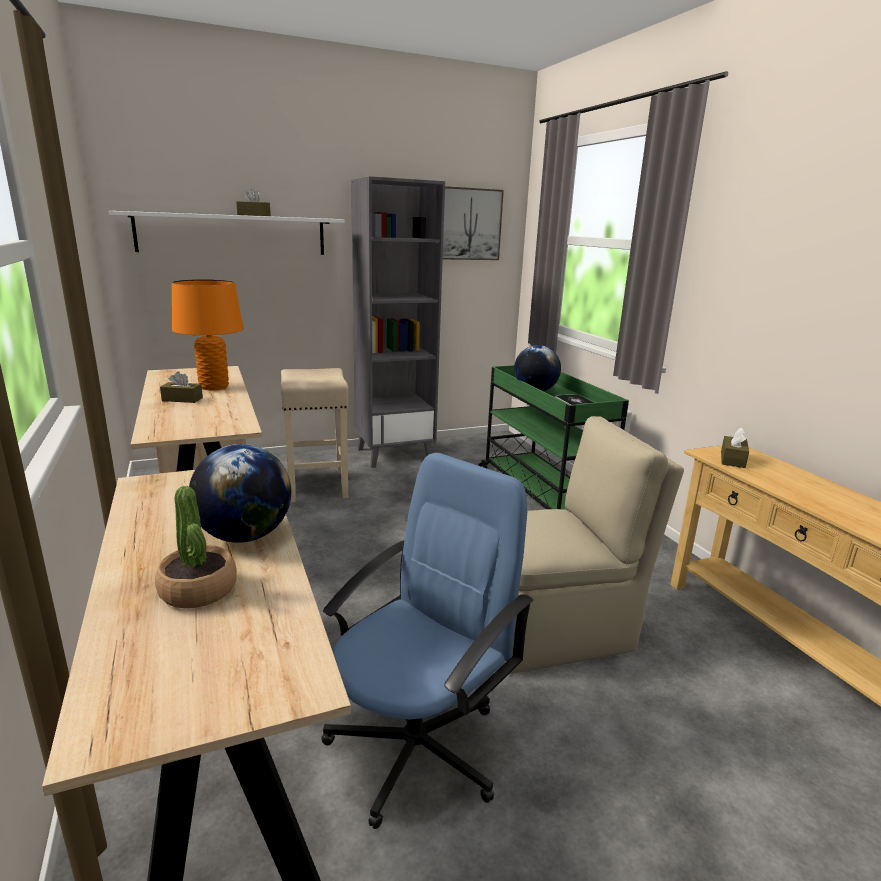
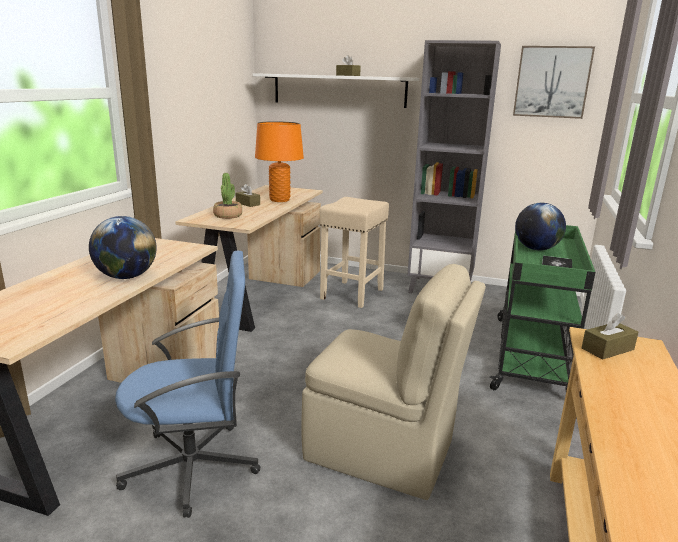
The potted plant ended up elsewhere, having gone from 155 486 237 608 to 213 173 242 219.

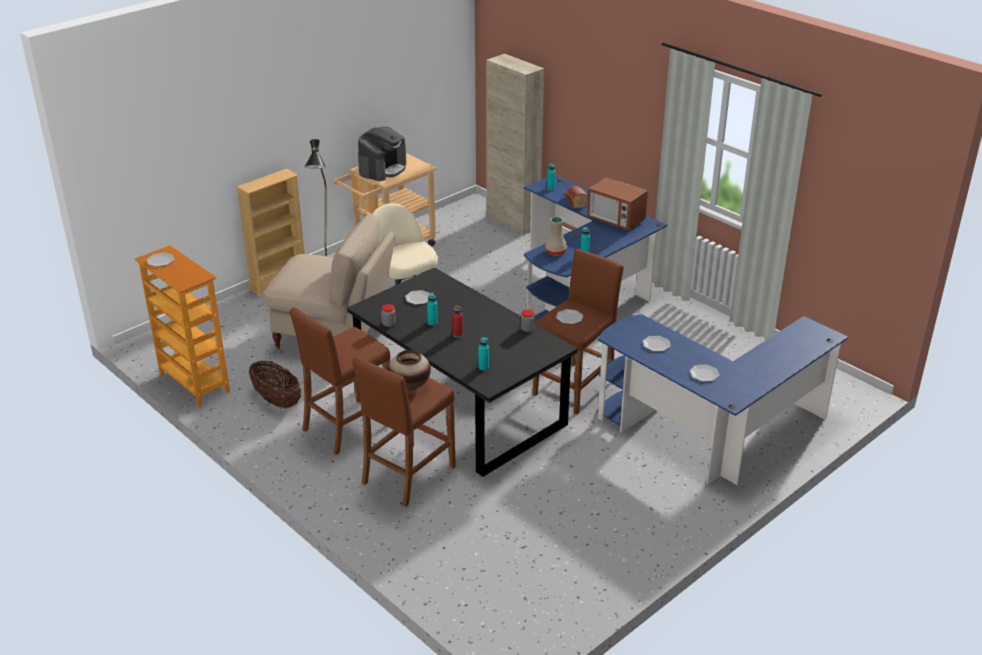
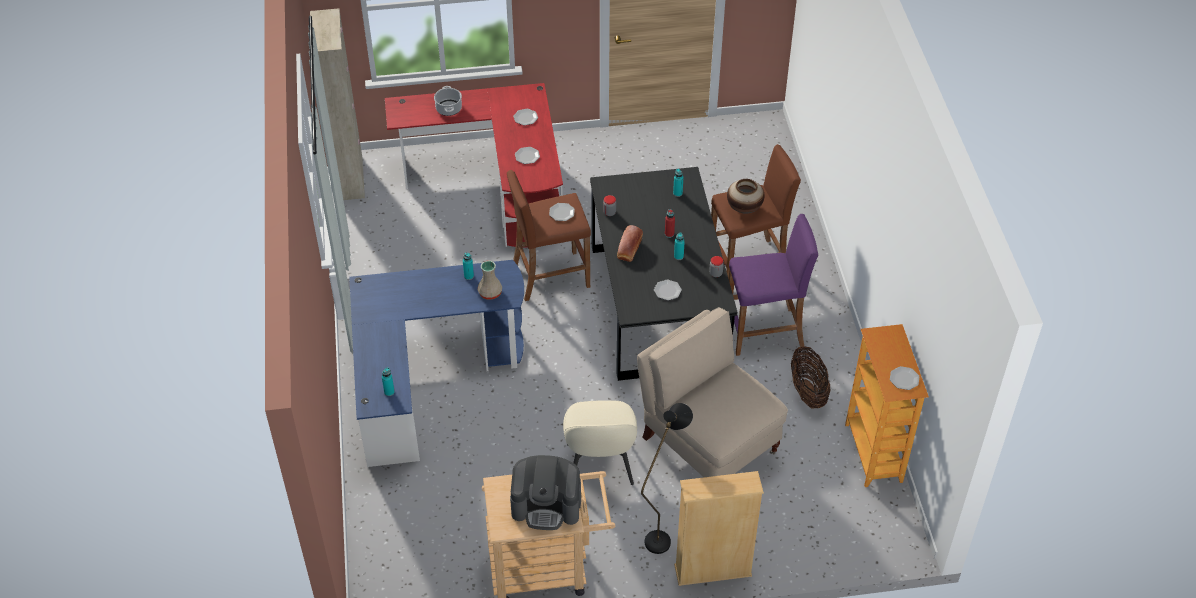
The second view lost the microwave at 587 177 648 231. The second view gained the cooking pot at 434 86 462 116. The cabinet/beige ended up elsewhere, having gone from 486 54 544 235 to 310 8 365 200. The bread ended up elsewhere, having gone from 565 186 588 209 to 617 225 643 262. What was the stool/brown at 290 307 391 455 turned into the stool/purple at 729 214 818 356. What was the desk/blue at 597 314 848 485 turned into the desk/red at 385 83 563 247. The coffee machine at 358 127 407 181 ended up facing another way, 150 degrees counterclockwise from before.

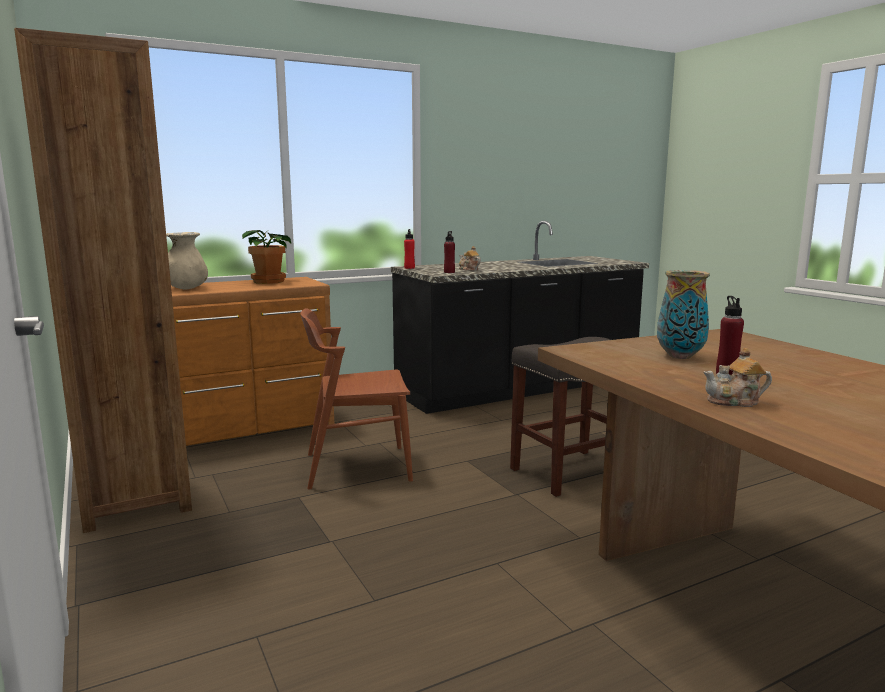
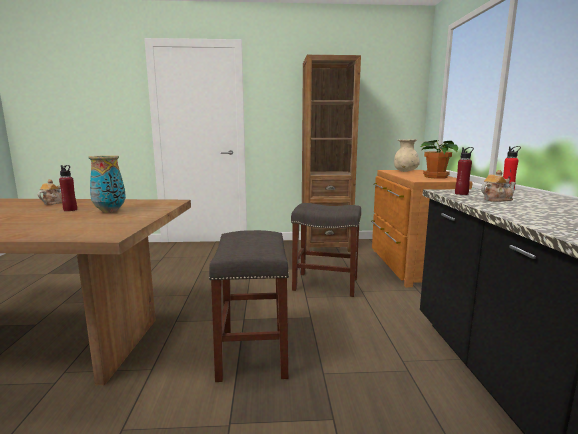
Where the chair/brown stood at 300 308 413 490, the stool/grey came to stand at 291 203 361 297.

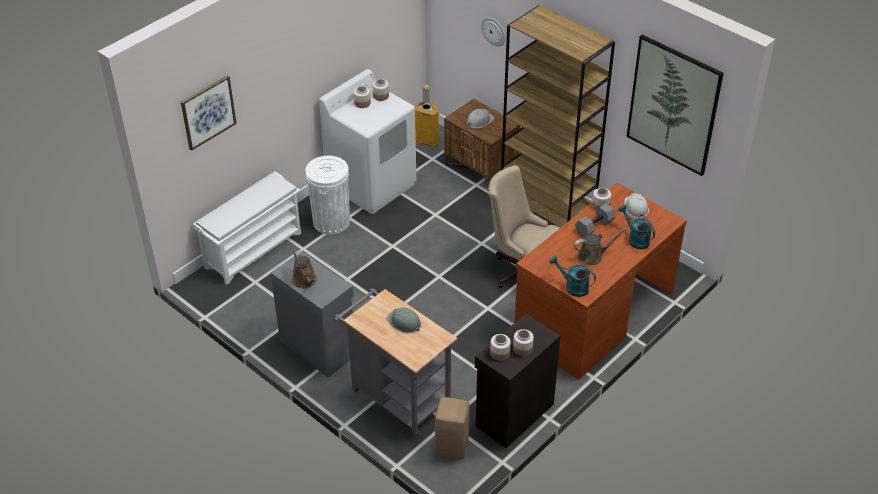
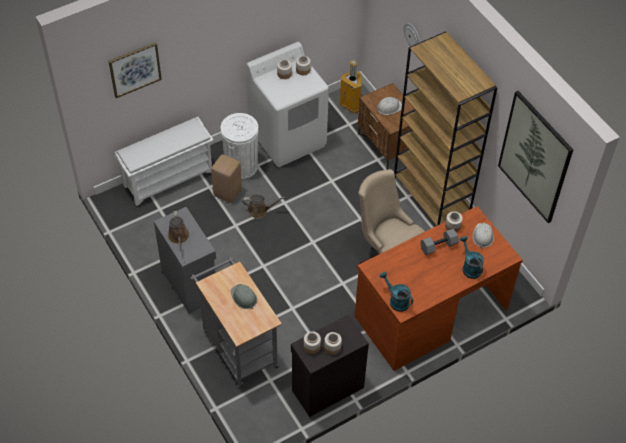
The stool/beige ended up elsewhere, having gone from 435 397 469 459 to 211 154 242 203. The watering can/brown ended up elsewhere, having gone from 574 228 627 266 to 242 194 285 219.

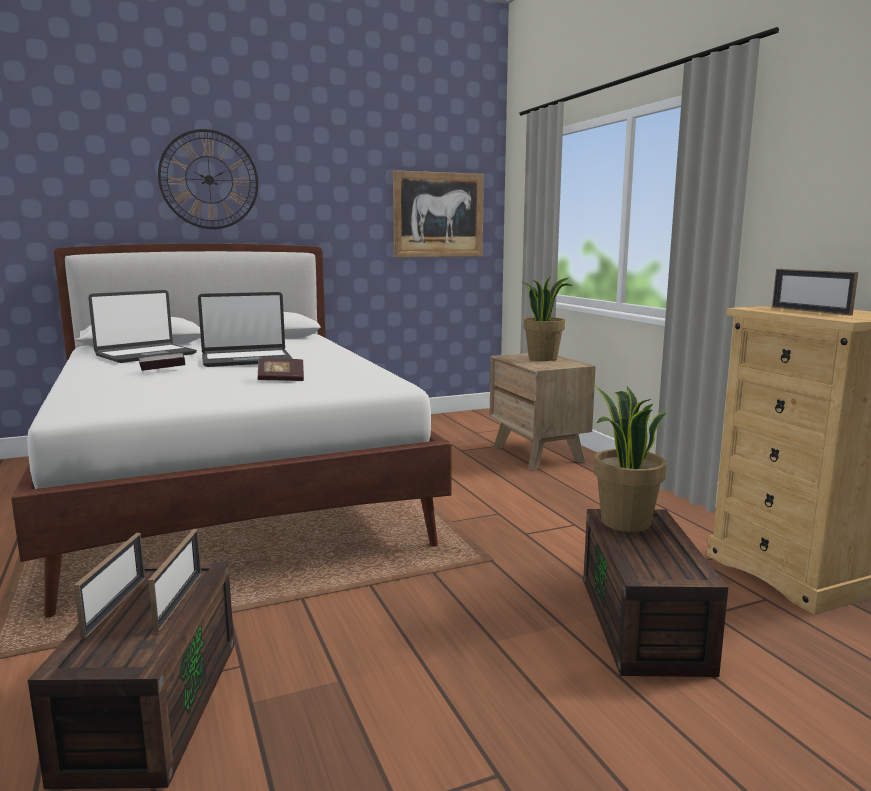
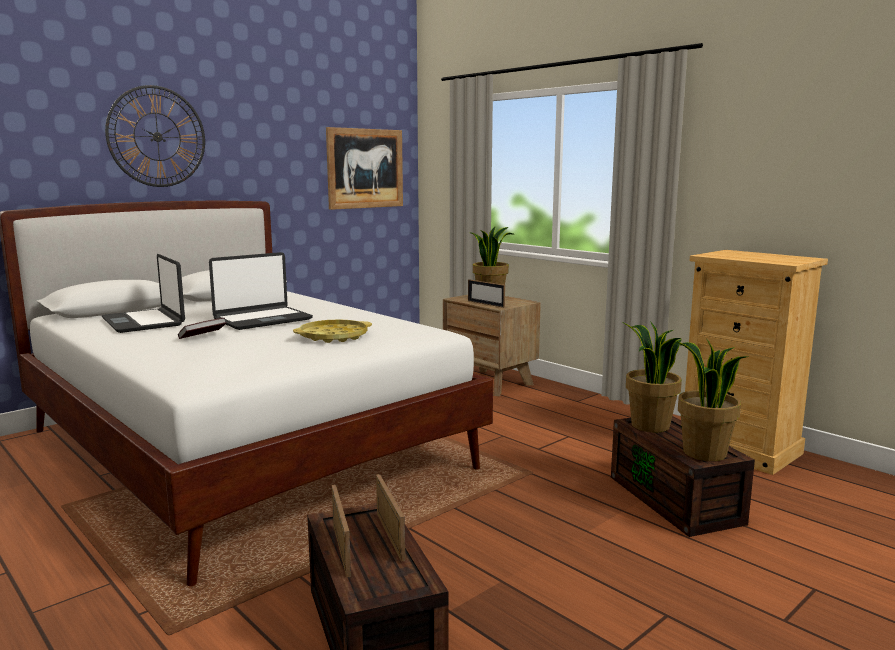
The second view gained the potted plant at 676 338 748 461. The picture frame ended up elsewhere, having gone from 772 269 858 316 to 468 279 505 308. Where the book stood at 258 358 304 381, the tray/yellow came to stand at 293 319 372 343. The laptop at 88 290 197 363 ended up facing another way, 120 degrees clockwise from before.

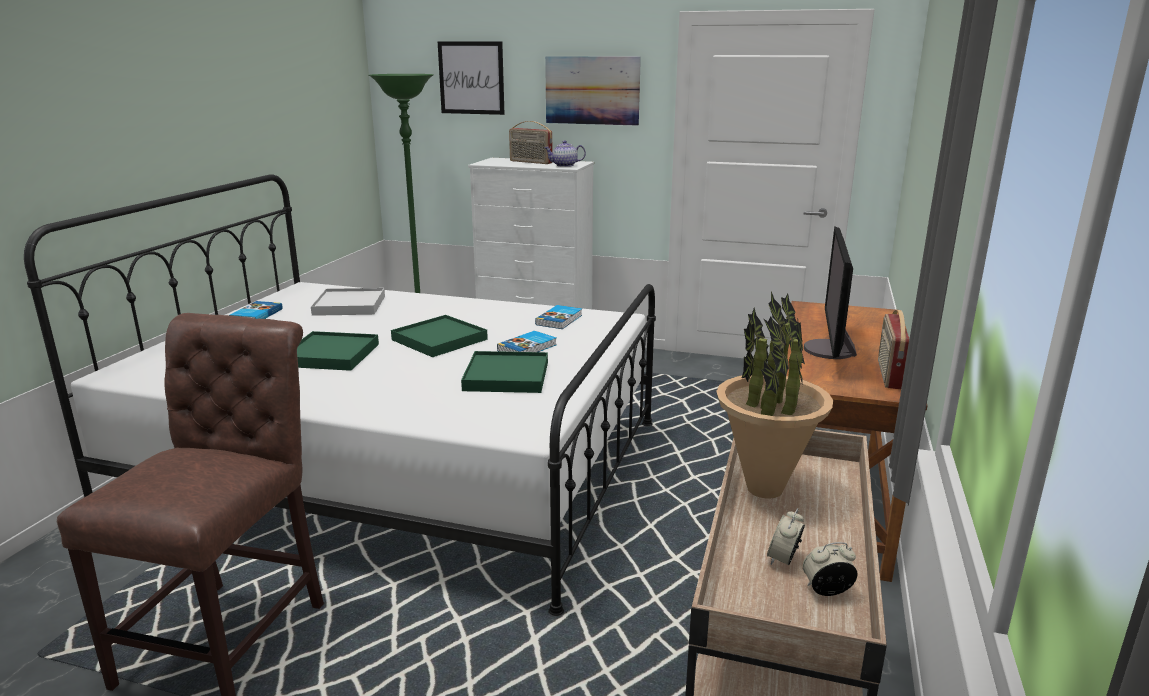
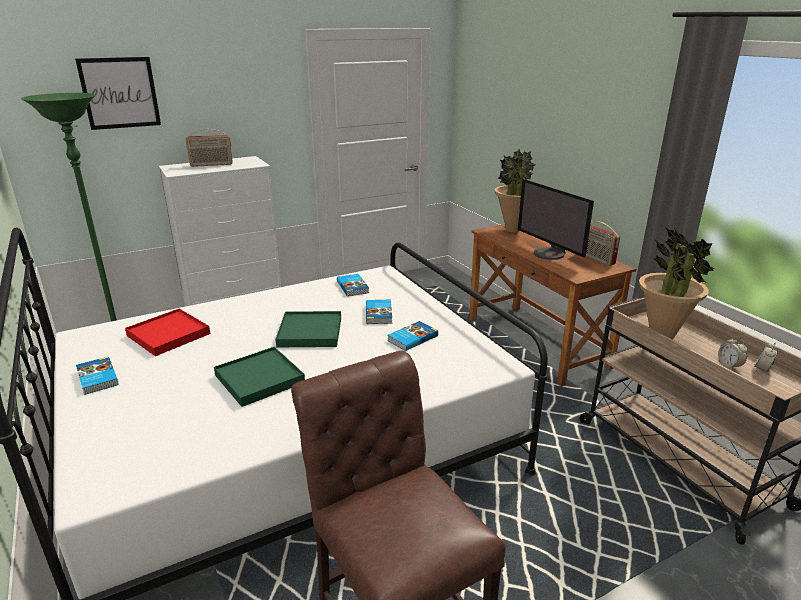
The second view lost the teapot at 544 140 586 167. The second view lost the picture at 545 56 641 126. The second view gained the potted plant at 494 148 535 232. Where the tray/green stood at 461 351 548 393, the book came to stand at 387 321 438 351. What was the tray/white at 311 288 385 316 turned into the tray/red at 125 309 210 356.

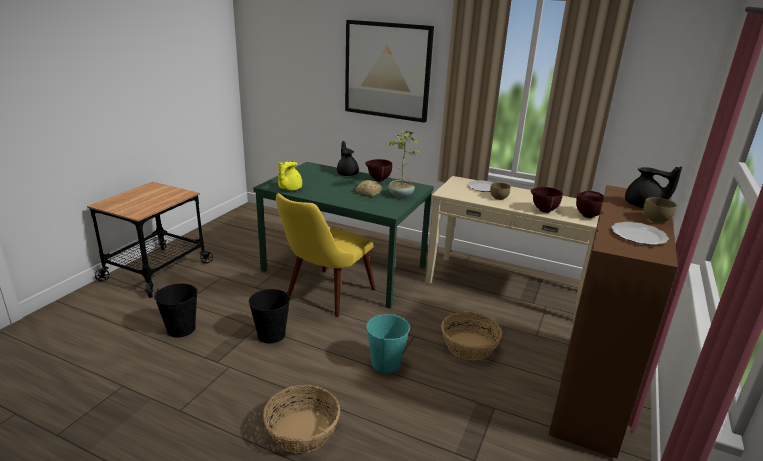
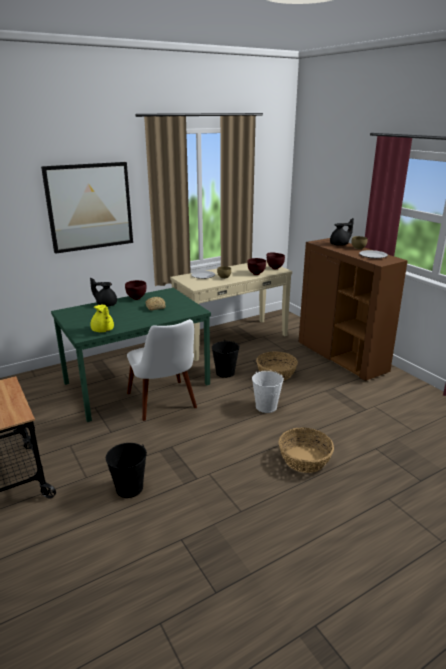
The second view lost the potted plant at 385 131 419 198. The bucket/black ended up elsewhere, having gone from 249 289 290 343 to 212 341 240 378. What was the chair/yellow at 276 193 376 317 turned into the chair/white at 127 319 197 421. What was the bucket/turquoise at 366 313 410 373 turned into the bucket/white at 252 370 284 413.

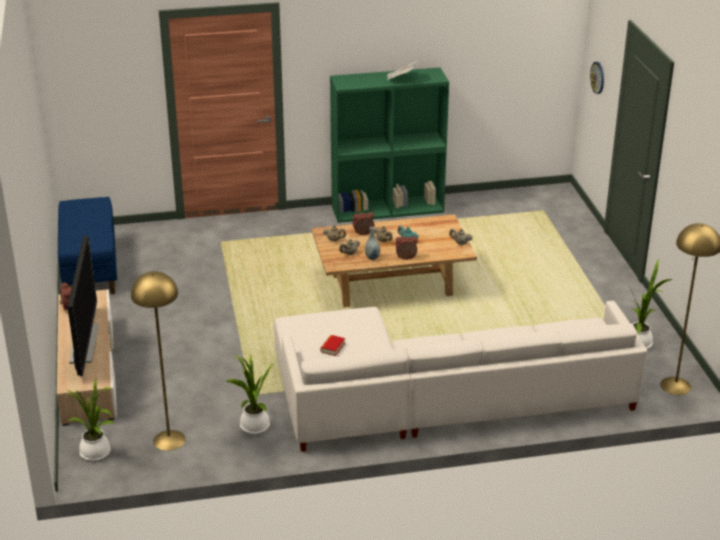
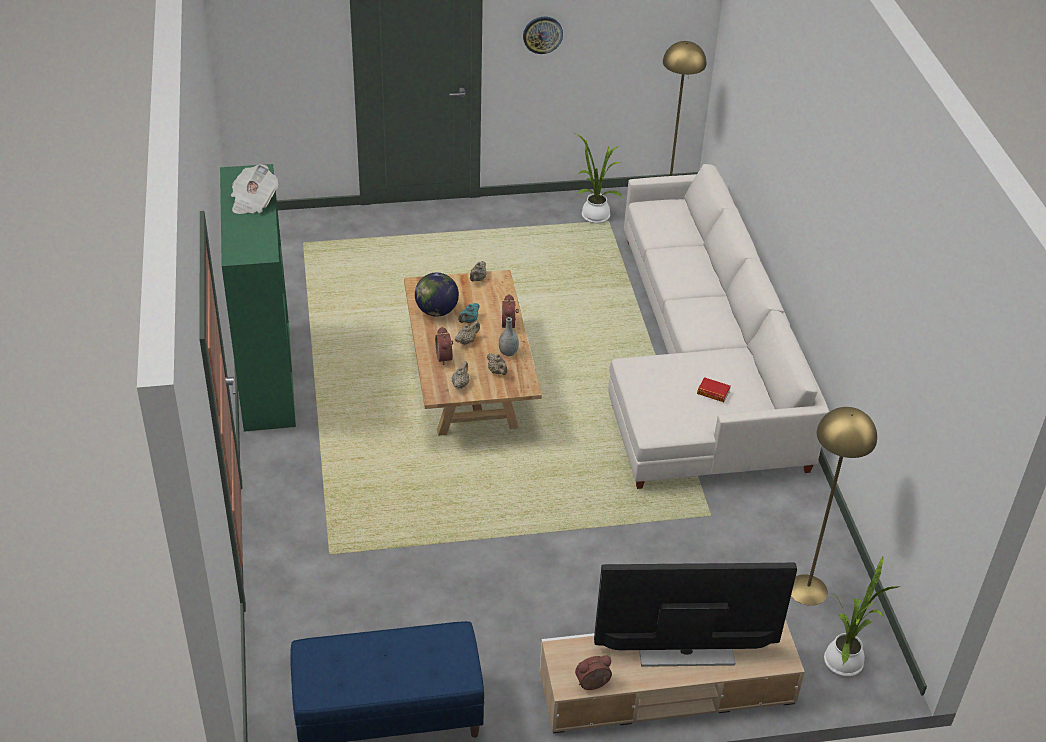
The second view lost the potted plant at 225 354 274 434. The second view gained the globe at 415 272 459 317. The wall clock ended up elsewhere, having gone from 590 62 604 94 to 523 17 563 54.

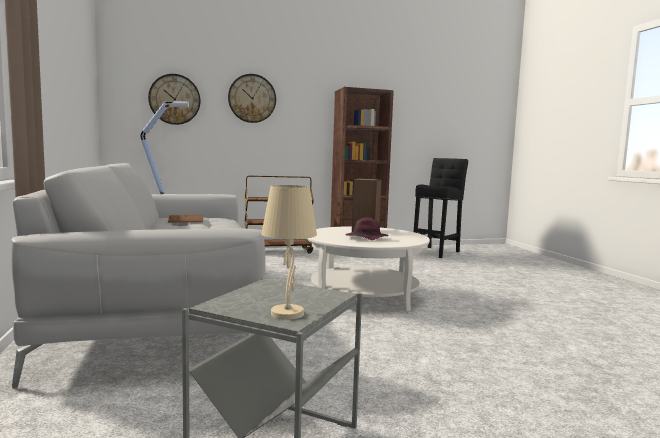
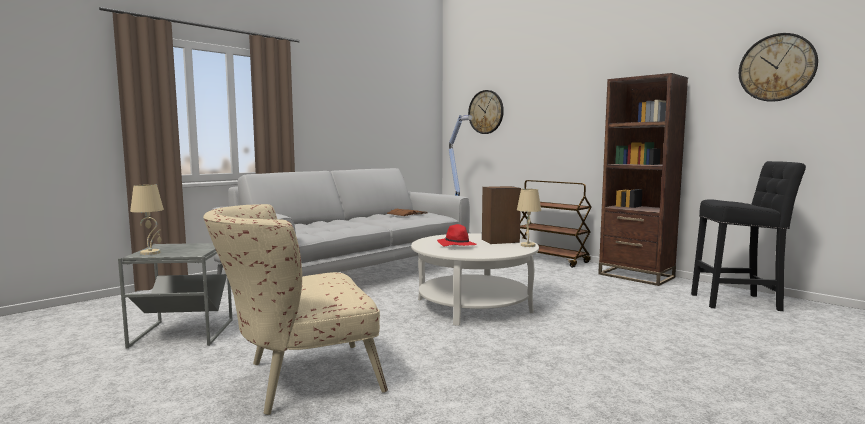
The second view gained the armchair/beige at 203 204 388 415. The second view gained the table lamp/beige at 517 189 541 247. The wall clock ended up elsewhere, having gone from 228 74 276 123 to 739 33 818 102. What was the hat/purple at 346 217 389 240 turned into the hat/red at 437 224 477 247.

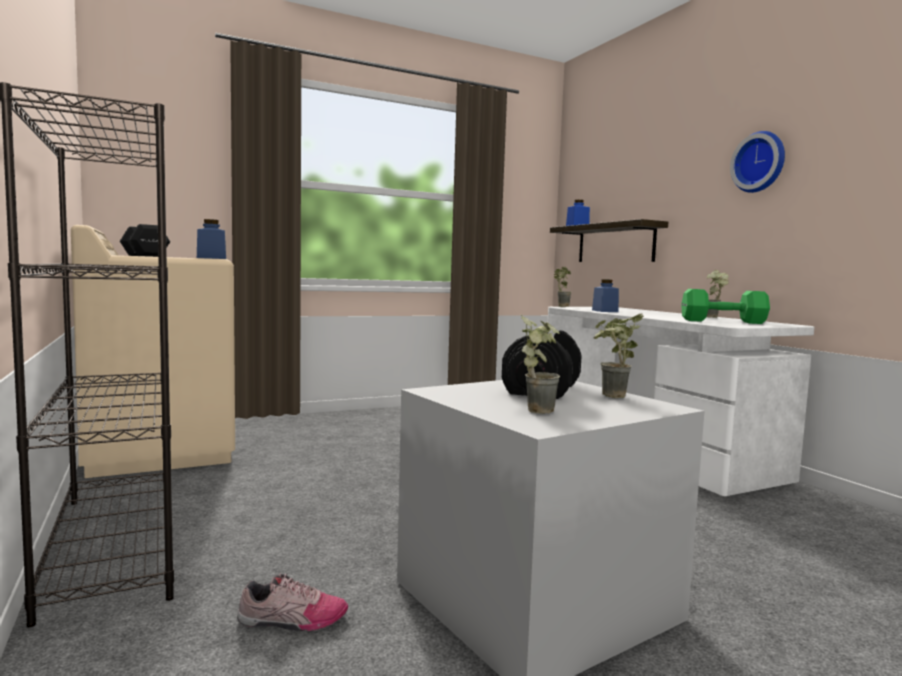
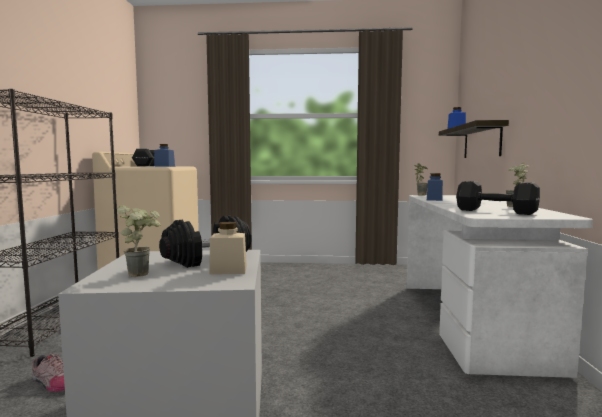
The second view lost the wall clock at 730 131 785 193. Where the potted plant stood at 594 313 644 398, the jar/beige came to stand at 209 222 247 275. What was the dumbbell/green at 681 289 770 324 turned into the dumbbell/black at 456 181 540 215.

